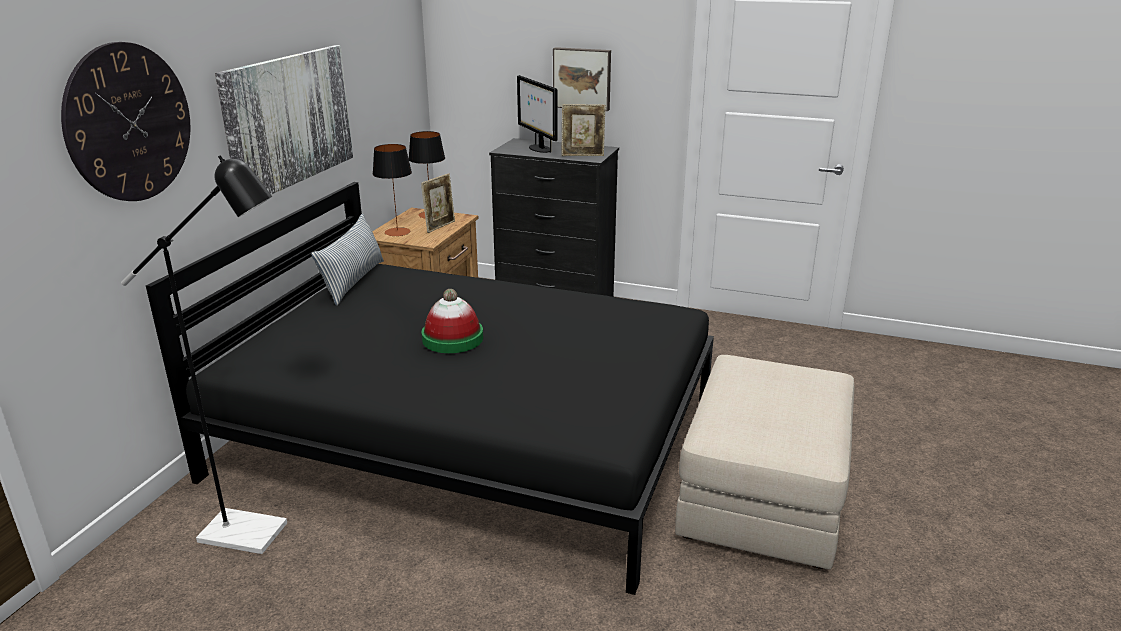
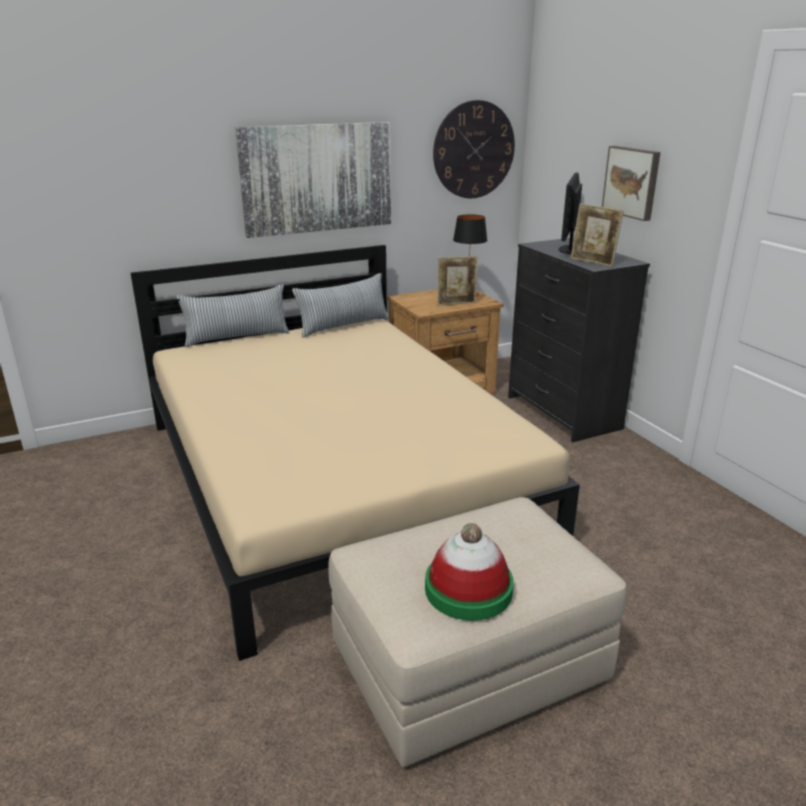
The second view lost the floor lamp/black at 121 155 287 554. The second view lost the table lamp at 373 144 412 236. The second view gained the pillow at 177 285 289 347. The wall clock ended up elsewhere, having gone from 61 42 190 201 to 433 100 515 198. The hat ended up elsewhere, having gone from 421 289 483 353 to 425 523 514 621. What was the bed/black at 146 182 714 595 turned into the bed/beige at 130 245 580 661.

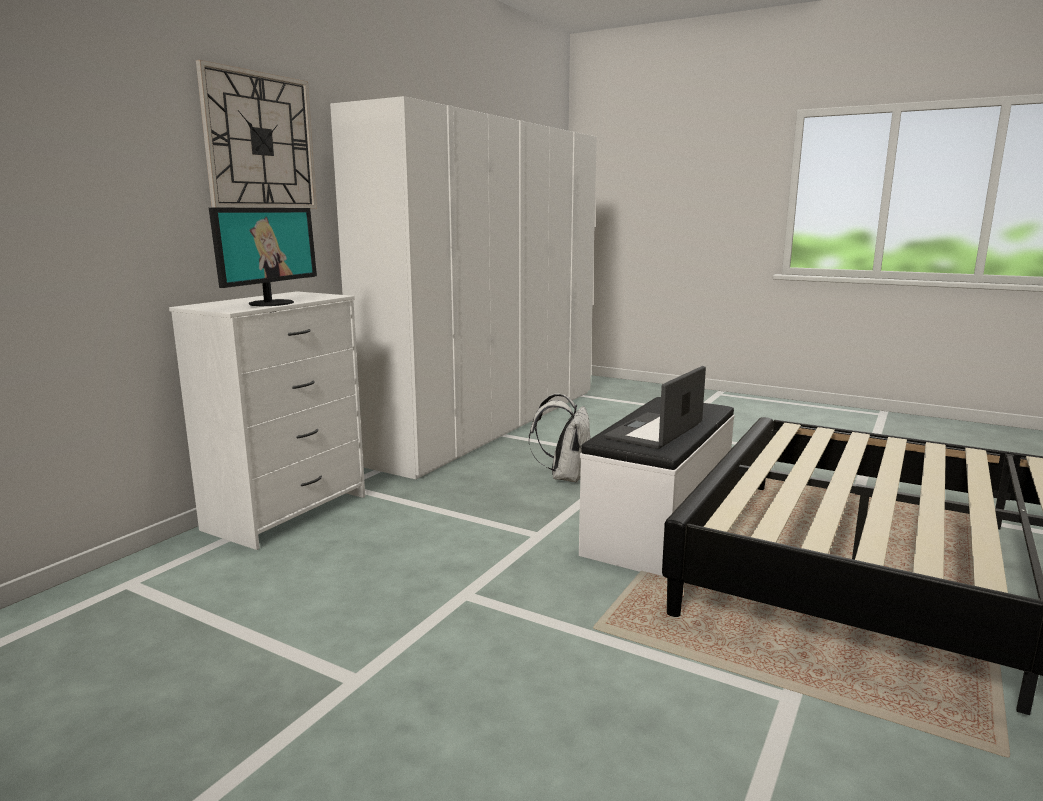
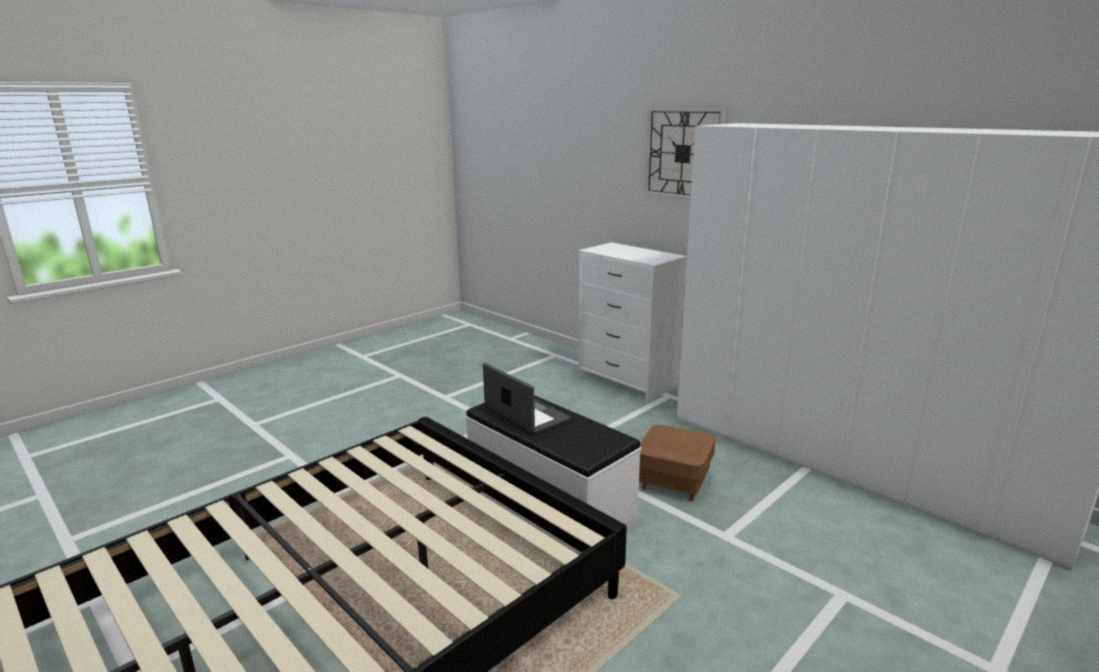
The second view lost the monitor at 209 208 317 306. Where the backpack/white stood at 529 393 591 483, the ottoman/brown came to stand at 639 425 715 501.

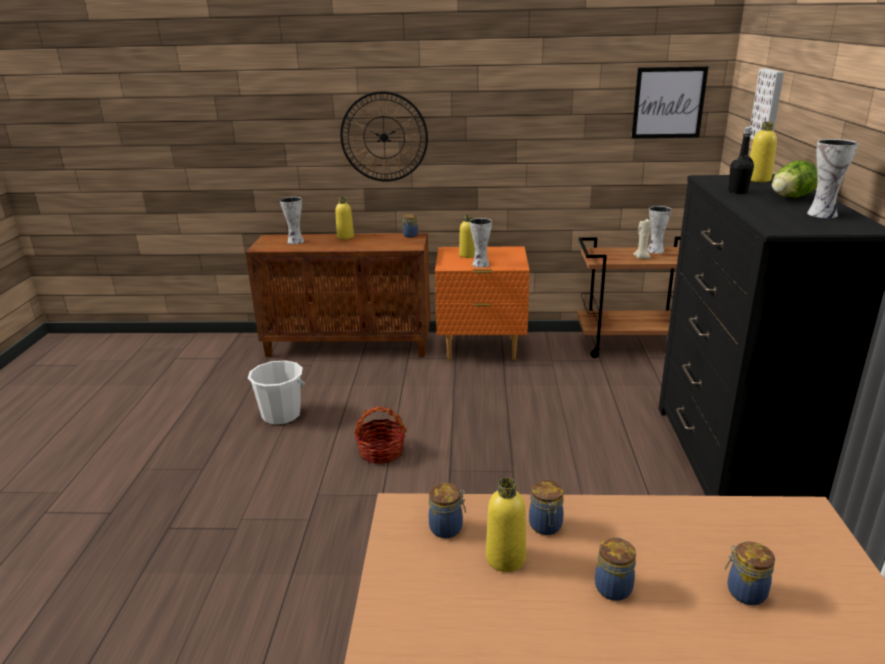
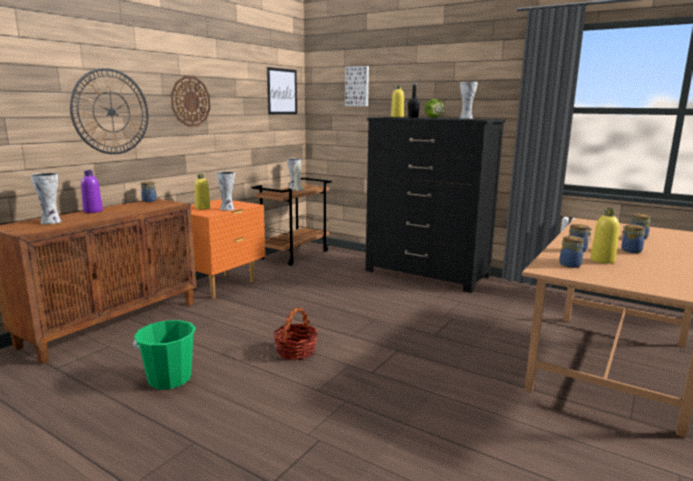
The second view gained the wall clock at 171 76 211 127. What was the bucket/white at 248 360 305 424 turned into the bucket/green at 133 320 196 390. What was the bottle/yellow at 335 197 354 239 turned into the bottle/purple at 81 170 103 213.

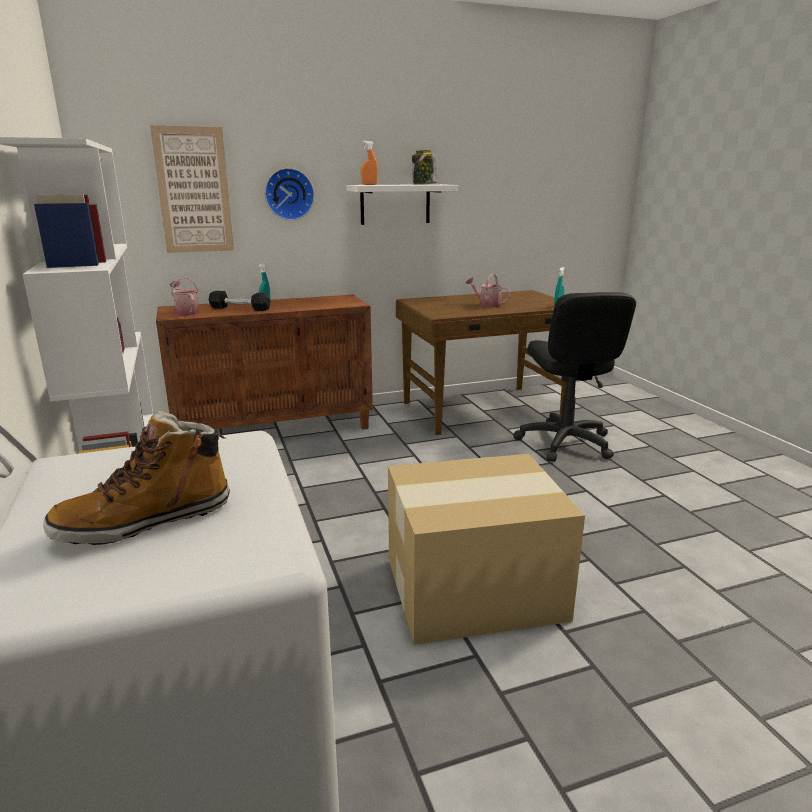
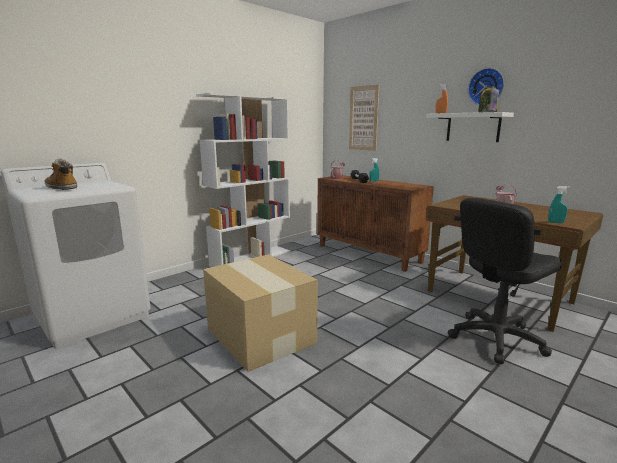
The wall clock ended up elsewhere, having gone from 265 168 314 220 to 468 68 504 105.

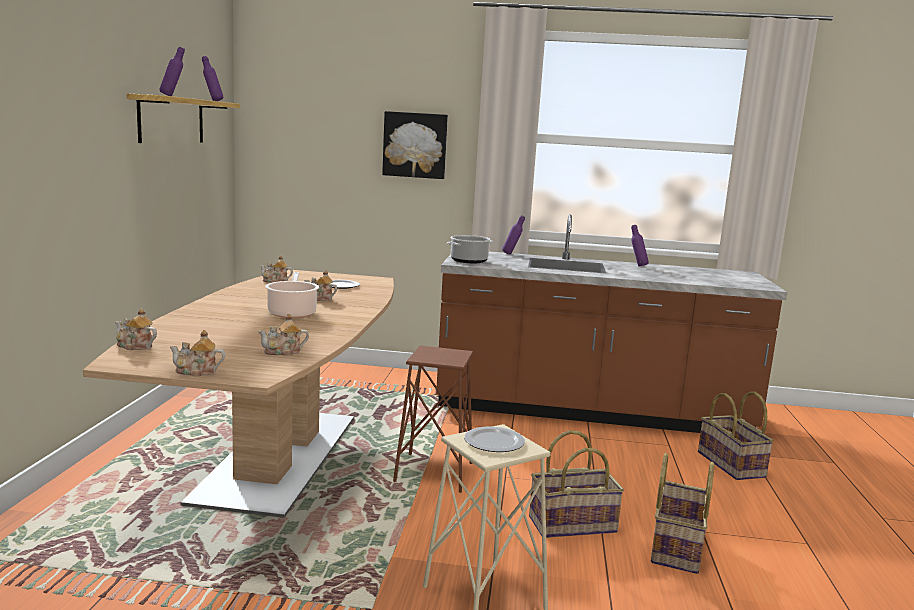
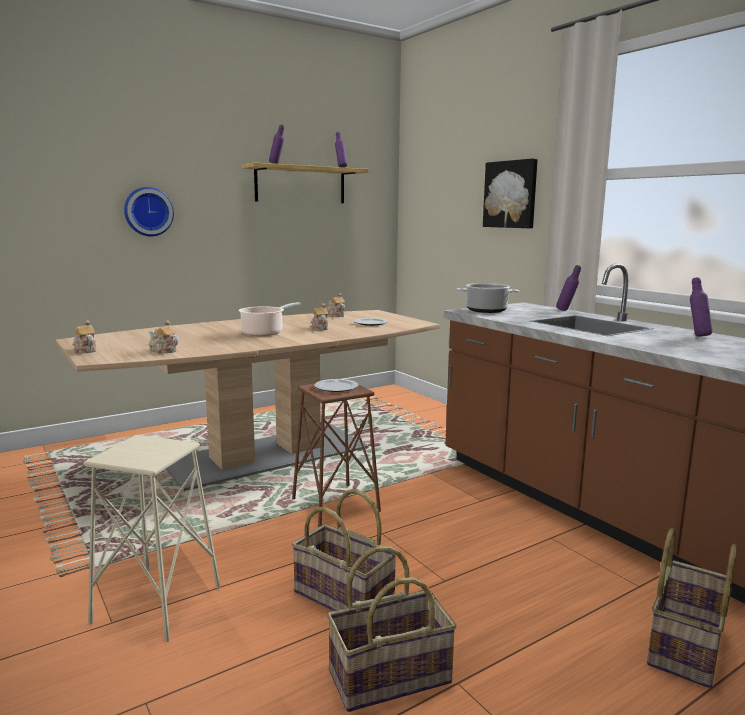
The second view lost the teapot at 115 308 157 350. The second view gained the wall clock at 124 187 174 236. The plate ended up elsewhere, having gone from 464 427 525 452 to 314 379 358 392.

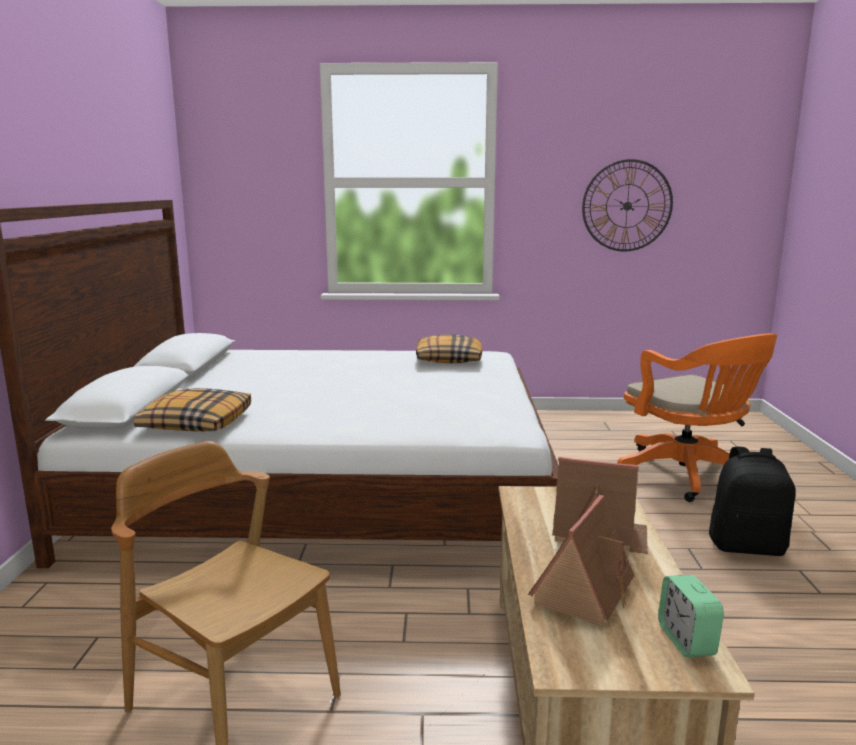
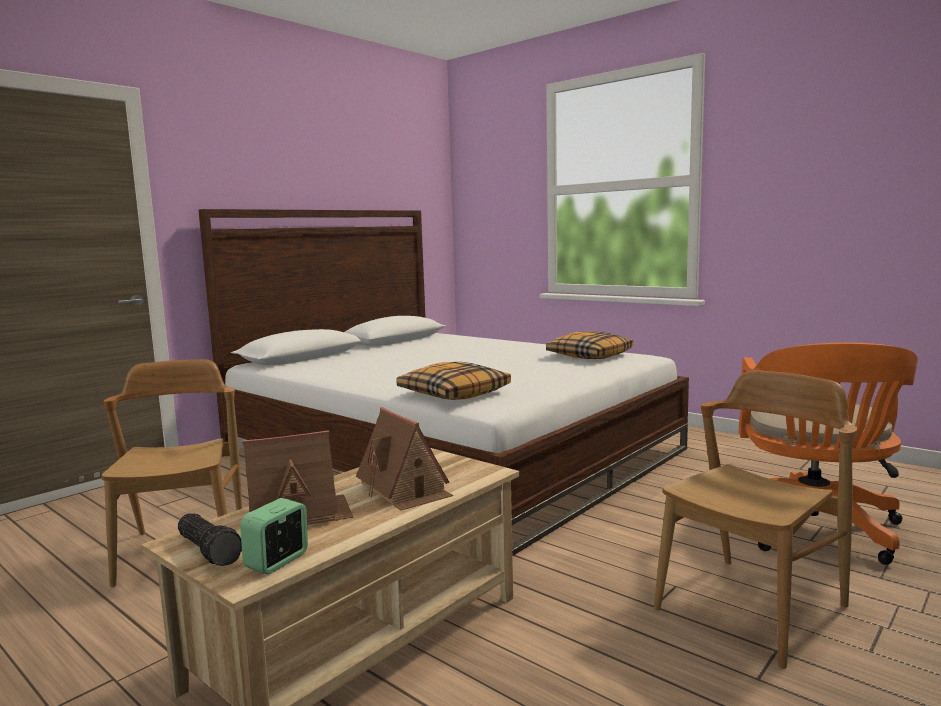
The second view lost the wall clock at 582 159 673 252. The second view gained the flashlight at 178 513 242 566. The pillow ended up elsewhere, having gone from 134 388 251 431 to 396 362 511 400. Where the backpack/black stood at 709 447 796 556, the chair/brown came to stand at 654 370 858 669.

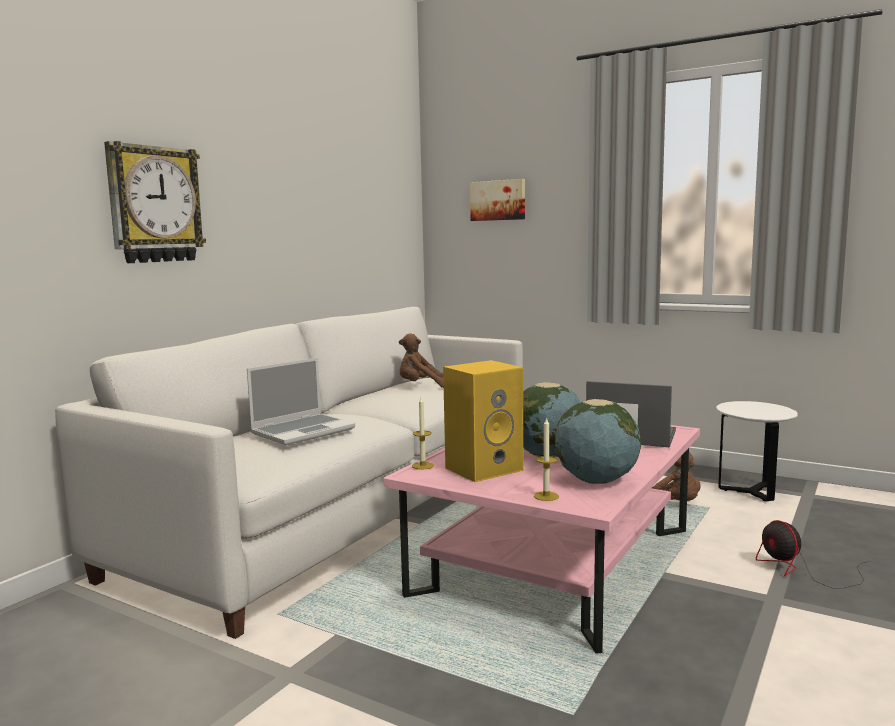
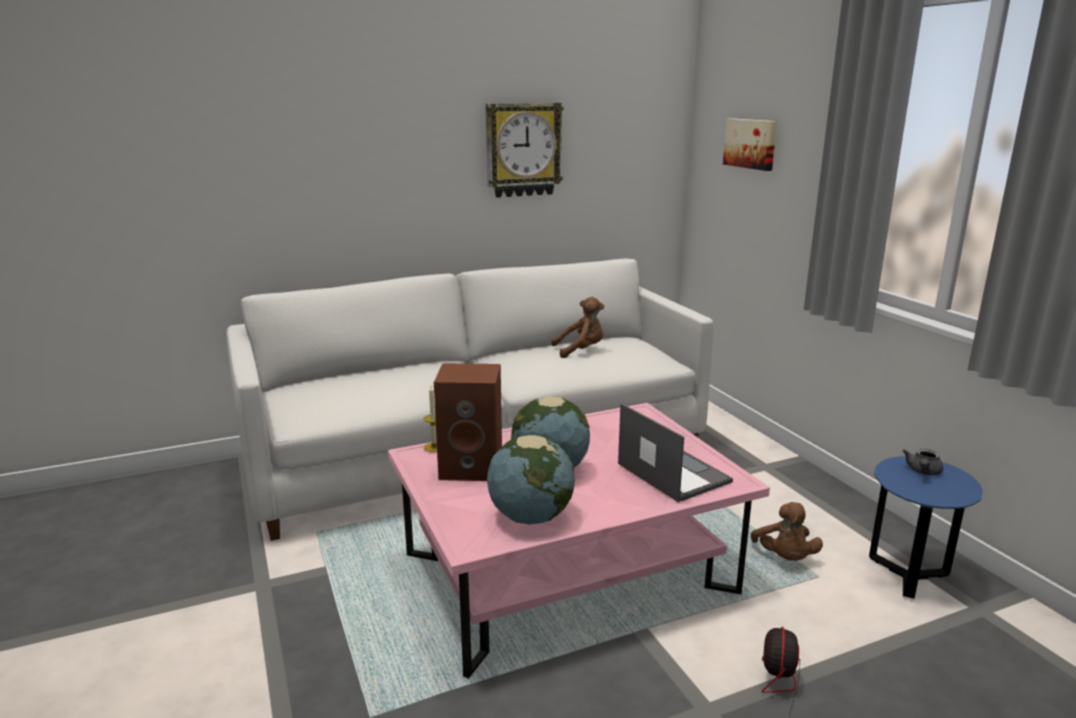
The second view lost the laptop at 247 358 355 446. The second view lost the candle at 534 417 559 501. The second view gained the teapot/grey at 903 449 943 475. The wall clock ended up elsewhere, having gone from 104 141 206 263 to 486 103 563 198. What was the speaker/yellow at 443 360 523 482 turned into the speaker/brown at 434 363 502 481. What was the side table/white at 716 401 798 501 turned into the side table/blue at 869 456 983 599. The plush toy/brown at 399 333 444 388 ended up facing another way, 135 degrees clockwise from before.

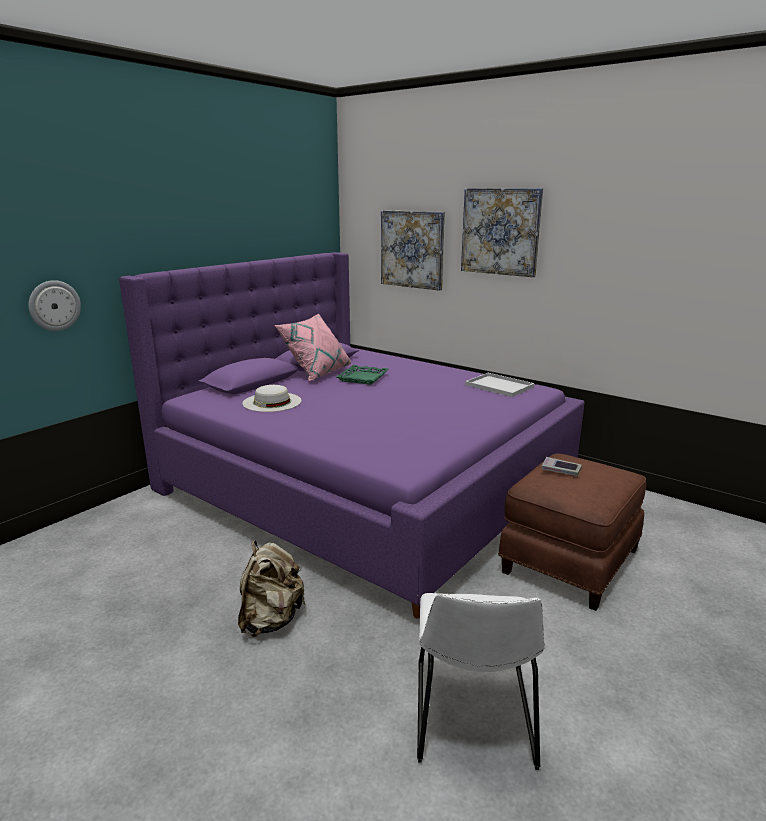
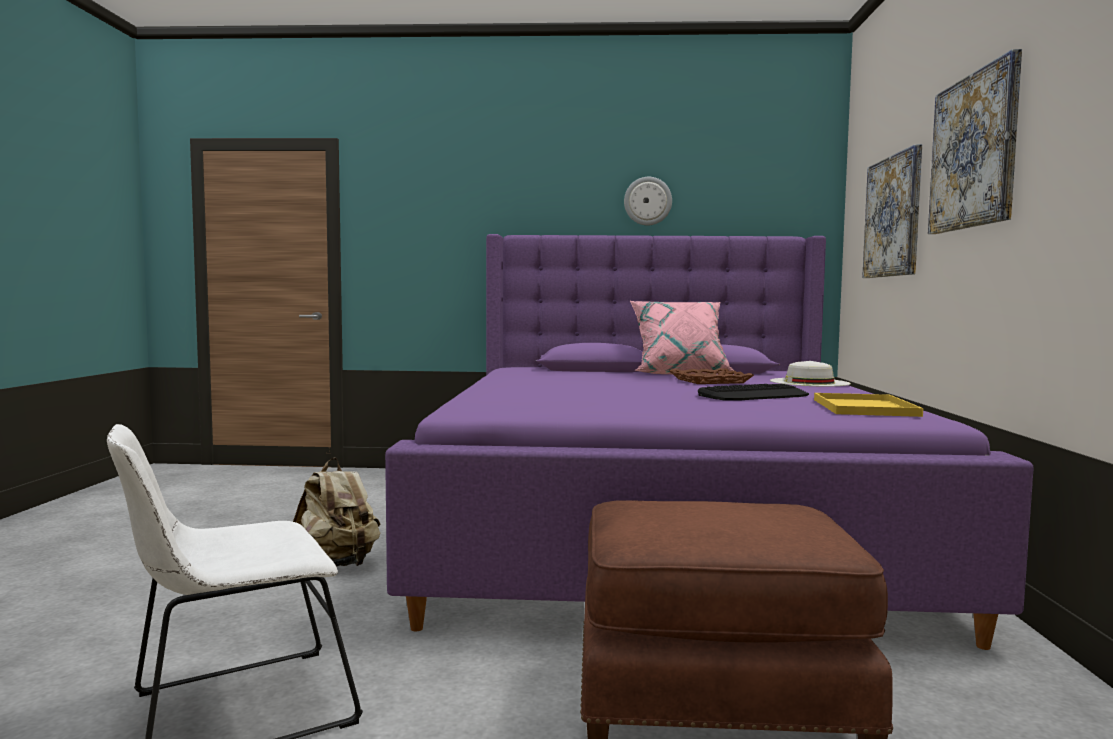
The second view lost the book at 541 457 582 476. The second view gained the keyboard at 698 384 809 401. The wall clock ended up elsewhere, having gone from 29 280 81 331 to 624 177 672 225. The hat/white ended up elsewhere, having gone from 242 385 302 412 to 770 361 851 387. What was the tray/green at 336 365 388 385 turned into the tray/brown at 669 368 754 384. What was the tray/white at 465 373 535 397 turned into the tray/yellow at 814 393 923 417.

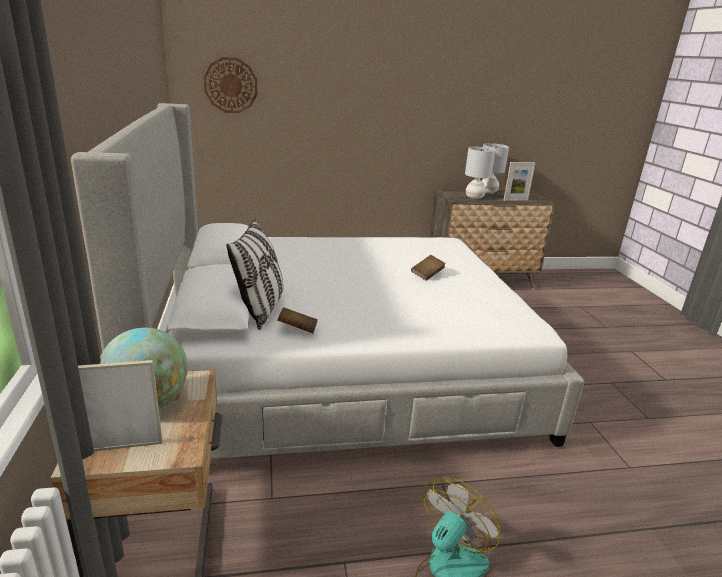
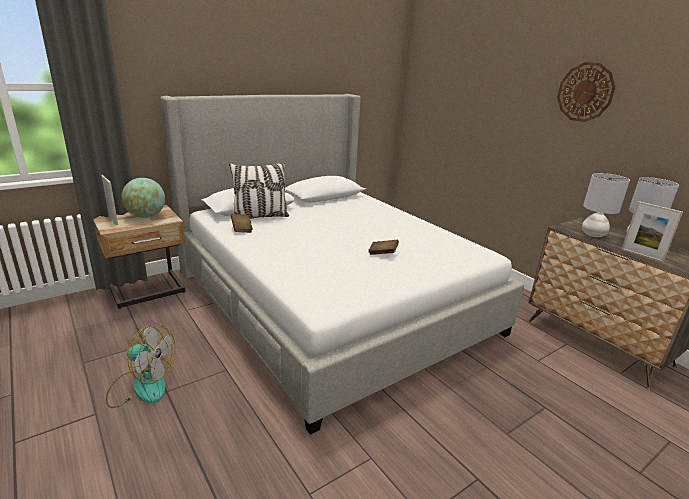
The wall clock ended up elsewhere, having gone from 204 57 258 113 to 557 62 616 122.

